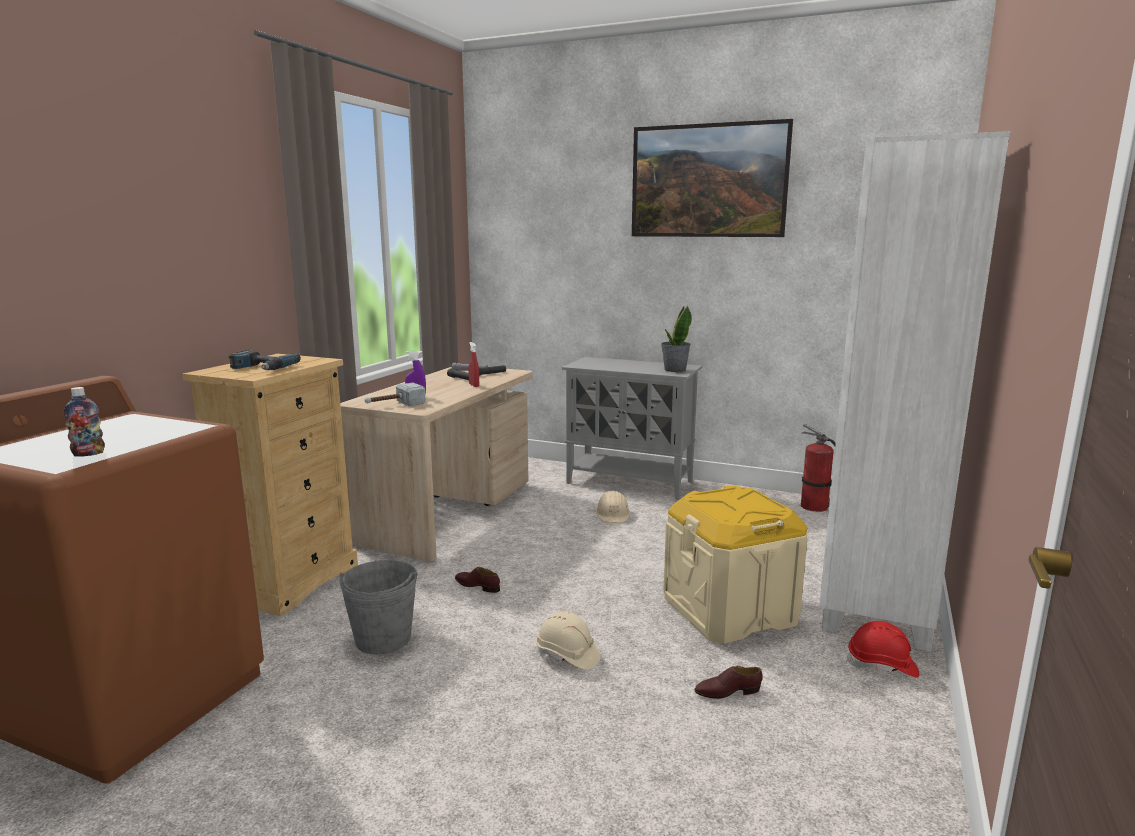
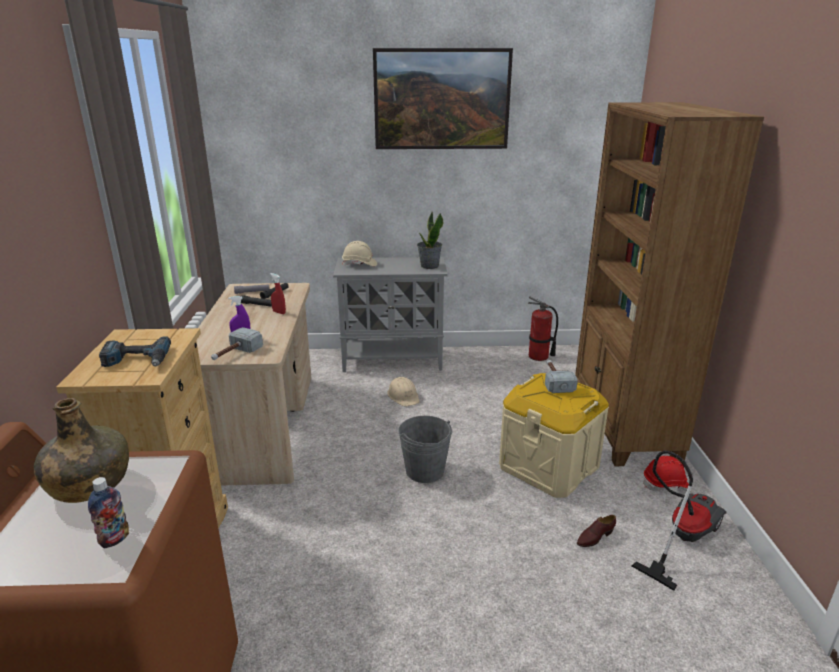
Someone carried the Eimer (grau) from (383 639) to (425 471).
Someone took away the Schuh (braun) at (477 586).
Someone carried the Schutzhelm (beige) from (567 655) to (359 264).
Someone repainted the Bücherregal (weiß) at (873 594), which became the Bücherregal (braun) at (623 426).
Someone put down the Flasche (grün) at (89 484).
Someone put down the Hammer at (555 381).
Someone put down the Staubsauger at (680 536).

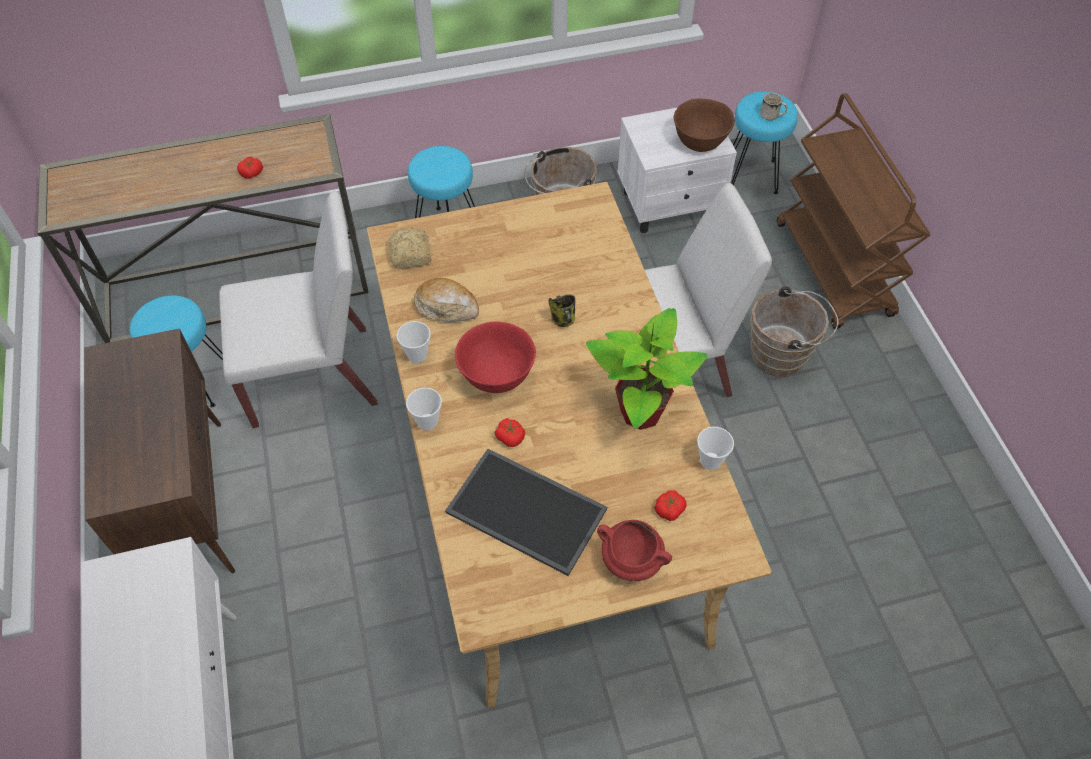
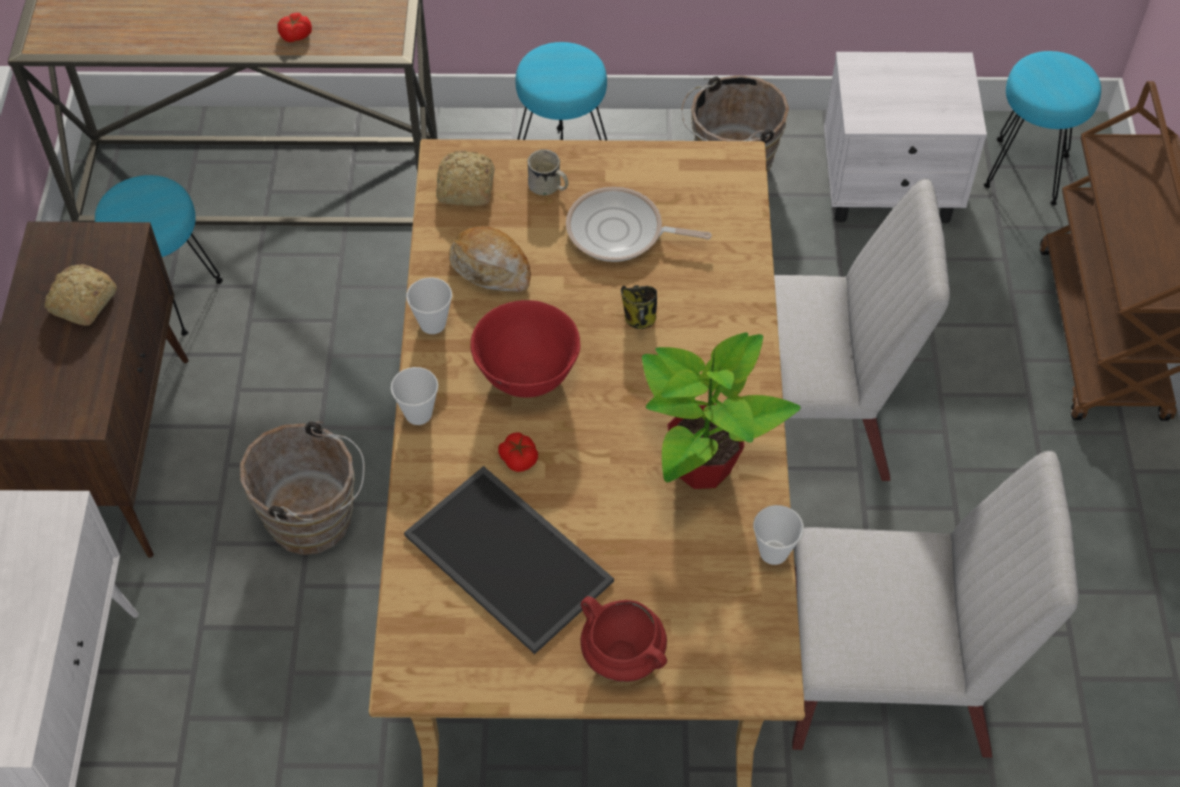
Someone carried the Stuhl (weiß) from (313 376) to (890 680).
Someone took away the Tomate at (669 509).
Someone took away the Schüssel (braun) at (700 142).
Someone carried the Eimer (braun) from (783 355) to (316 521).
Someone carried the Henkelbecher (weiß) from (772 116) to (548 188).
Someone put down the Brot at (81 304).
Someone put down the Pfanne at (620 232).

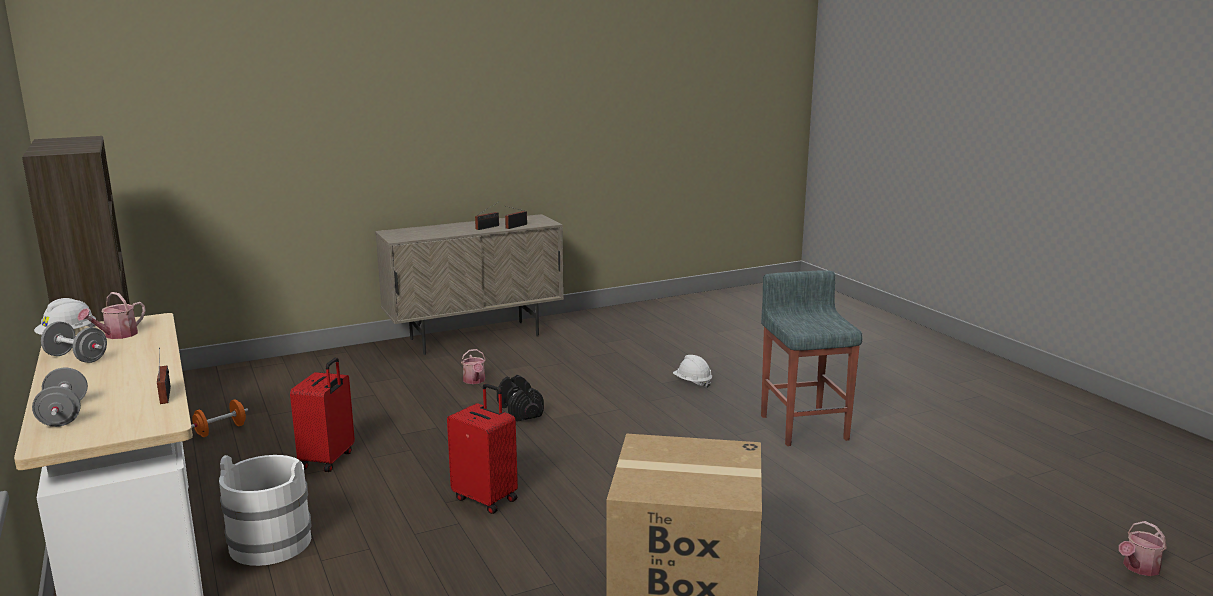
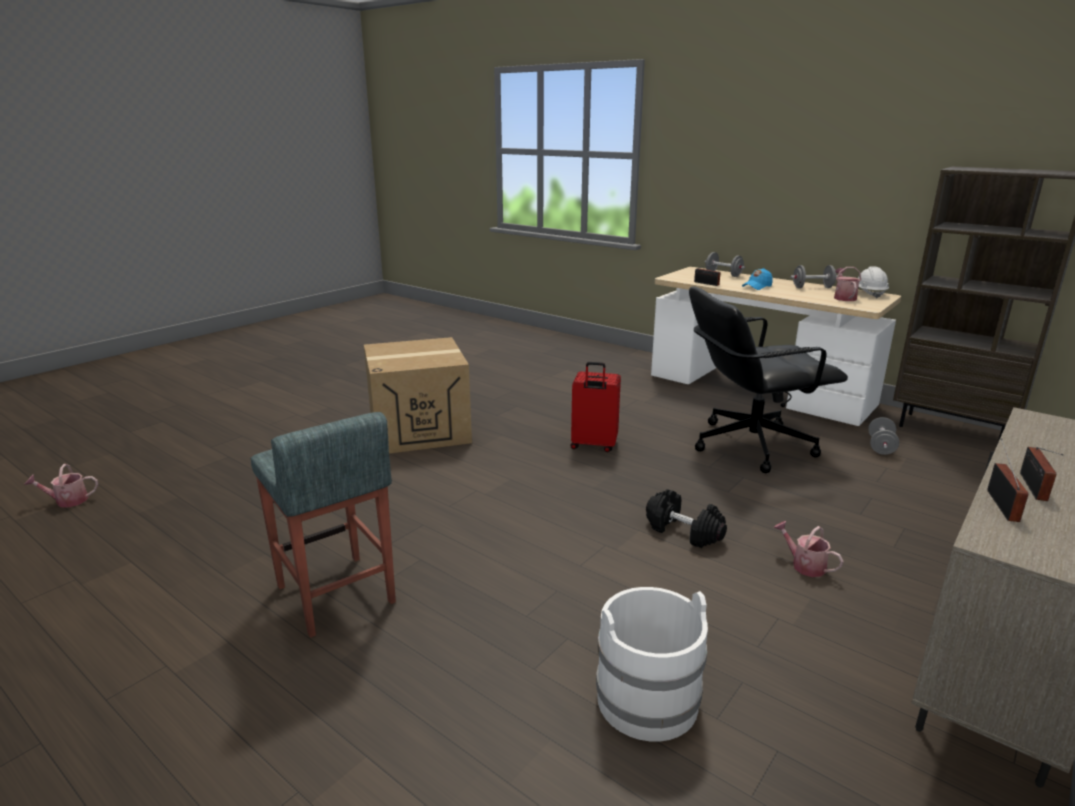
Someone repainted the Hantel (orange) at (220 430), which became the Hantel (grau) at (881 447).
Someone carried the Eimer (weiß) from (271 543) to (646 700).
Someone swapped the Koffer (rot) at (328 460) for the Bürostuhl (schwarz) at (750 445).
Someone took away the Schutzhelm (weiß) at (692 382).
Someone rotated the Gießkanne at (1138 568) by 135 degrees counterclockwise.
Someone put down the Kappe (blau) at (757 287).

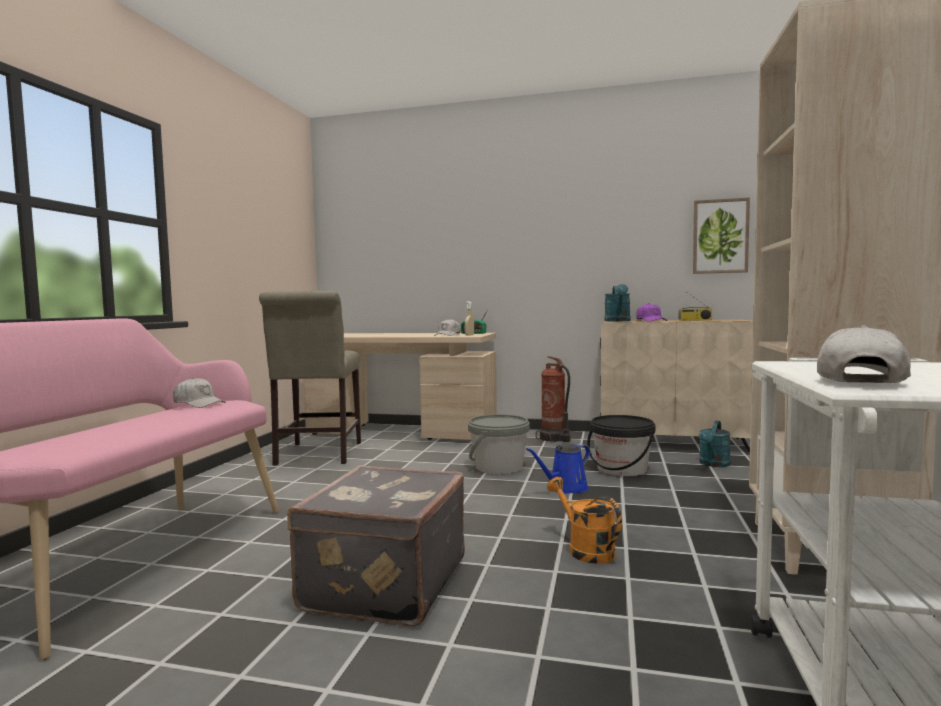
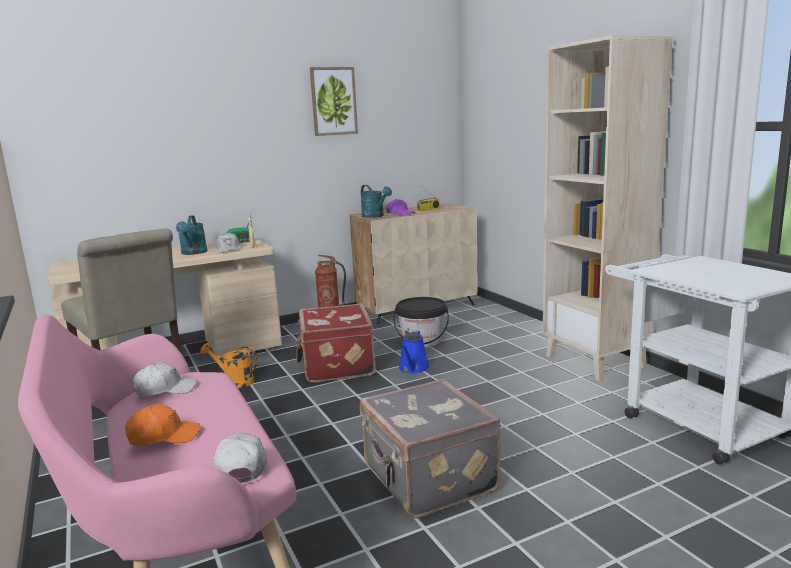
Someone swapped the Eimer (grau) at (499 467) for the Koffer (rot) at (336 366).
Someone carried the Gießkanne (orange) from (585 549) to (234 381).
Someone carried the Bild from (720 236) to (333 101).
Someone carried the Gießkanne (türkis) from (713 464) to (193 253).
Someone carried the Kappe (weiß) from (859 381) to (242 467).
Someone put down the Kappe (orange) at (163 436).

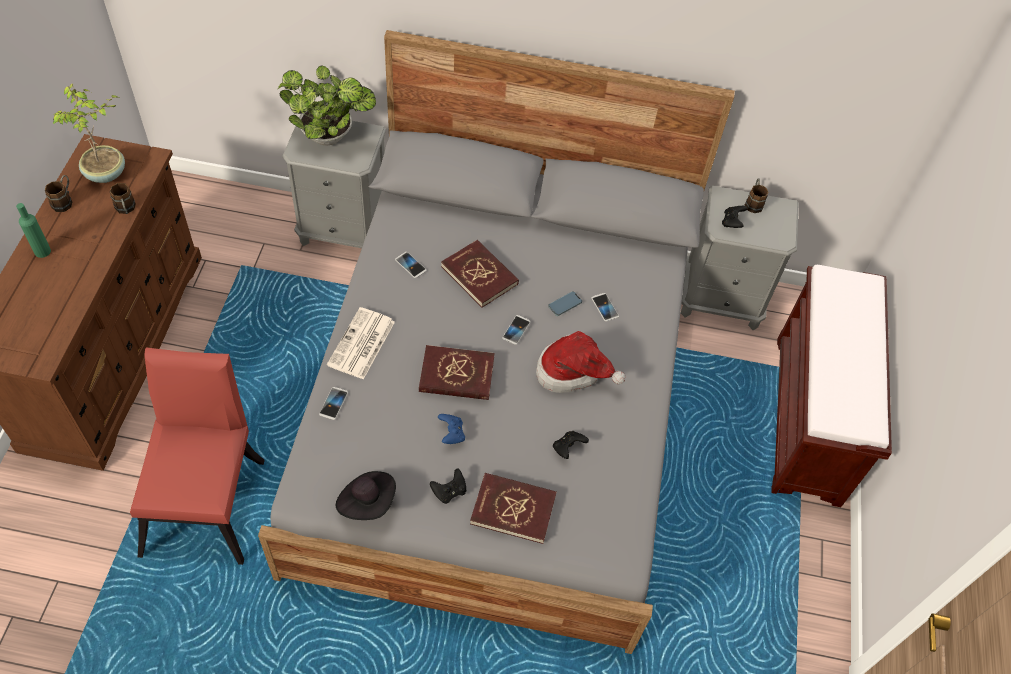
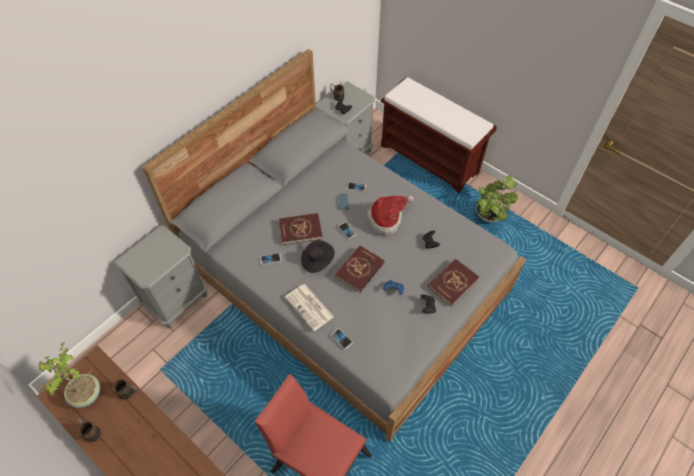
Someone took away the Flasche (grün) at (42 251).
Someone carried the Topfpflanze from (331 137) to (489 215).
Someone carried the Hut (schwarz) from (367 502) to (317 261).

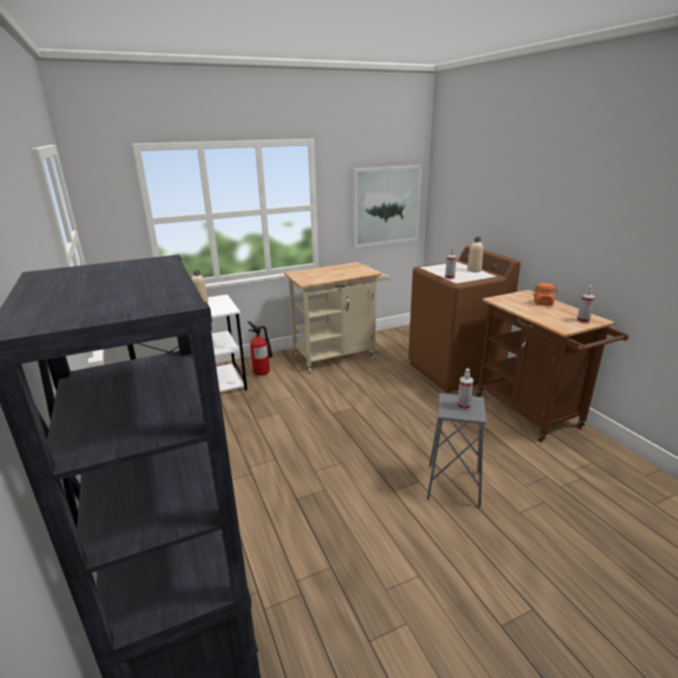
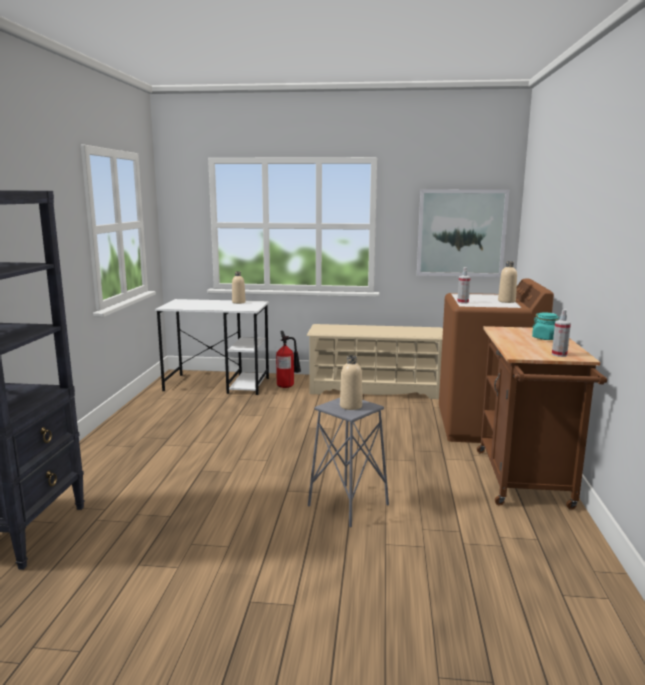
Someone swapped the Rollwagen (beige) at (339 355) for the Schuhregal (beige) at (375 389).
Someone swapped the Sprühflasche at (463 406) for the Flasche (beige) at (351 406).
Someone repainted the Vorratsglas (orange) at (543 303), which became the Vorratsglas (türkis) at (545 338).

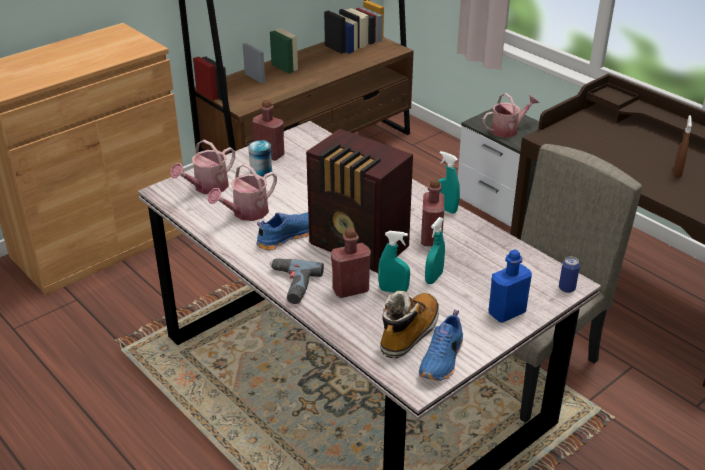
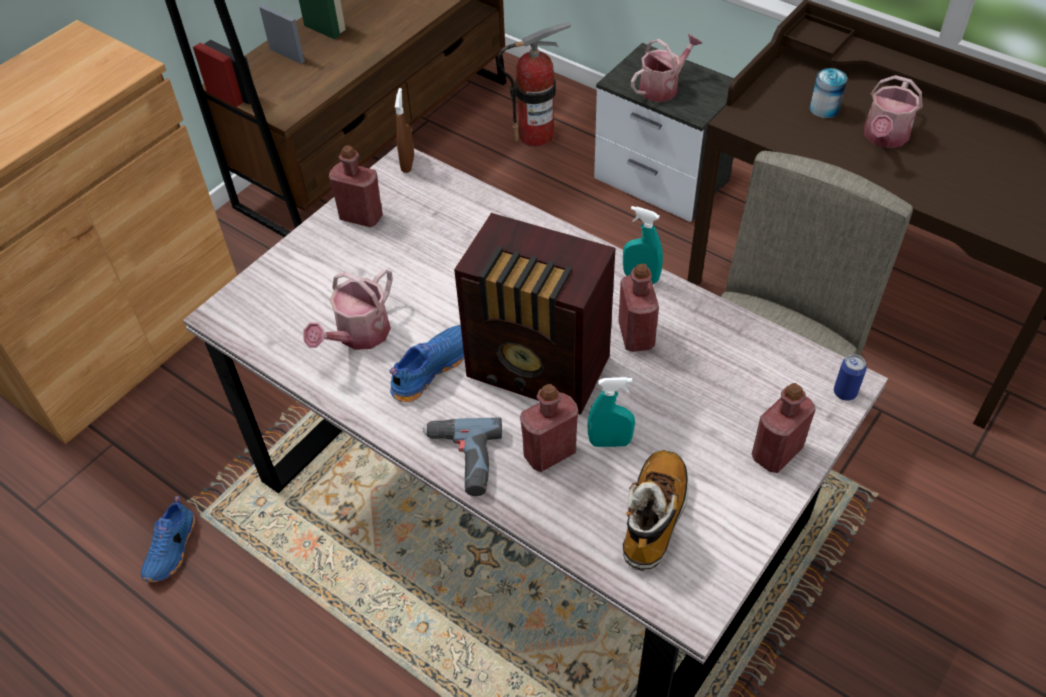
Someone carried the Gießkanne from (207 187) to (884 137).
Someone carried the Dose from (261 171) to (824 109).
Someone carried the Schuh (blau) from (442 360) to (172 549).
Someone took away the Sprühflasche (türkis) at (434 278).
Someone repainted the Flasche (blau) at (506 313), which became the Flasche (rot) at (776 453).
Someone carried the Sprühflasche (braun) from (677 172) to (407 163).
Someone put down the Feuerlöscher at (536 135).

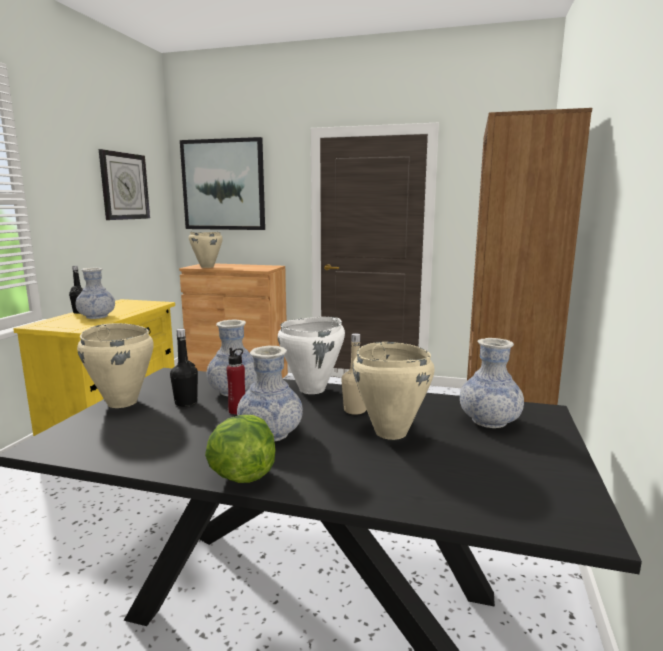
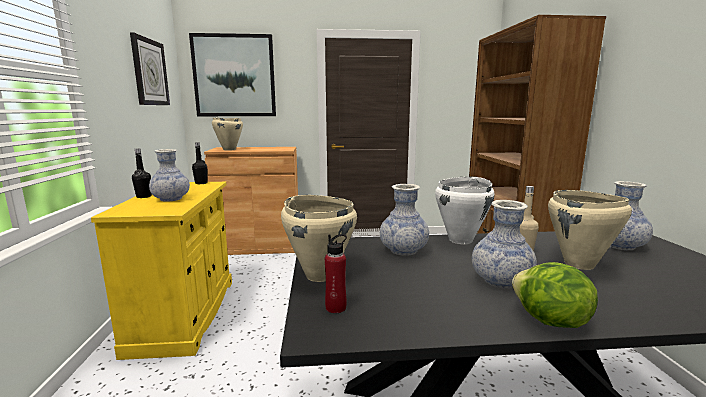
Someone carried the Flasche (schwarz) from (186 403) to (201 183).
Someone carried the Flasche (rot) from (237 411) to (336 307).

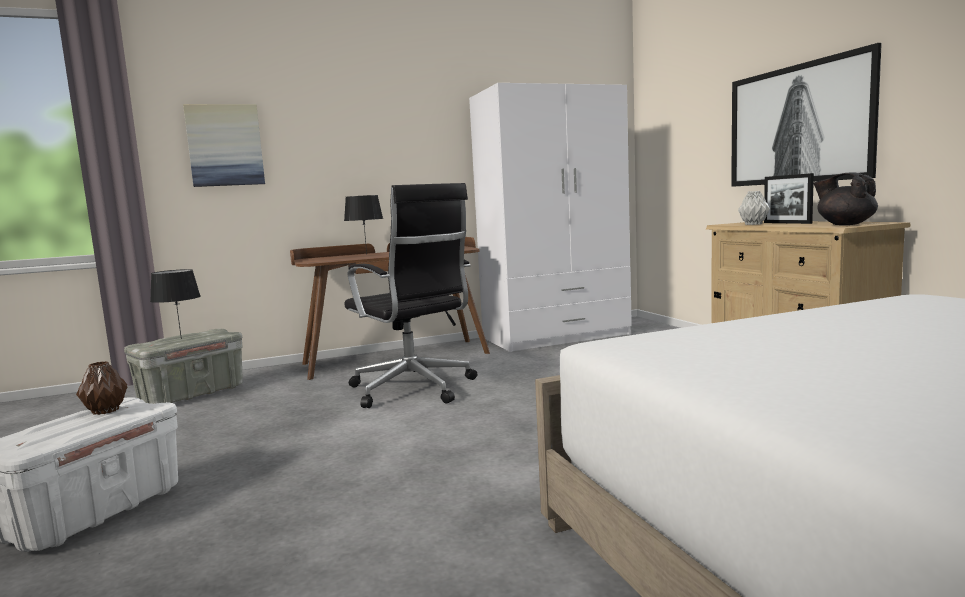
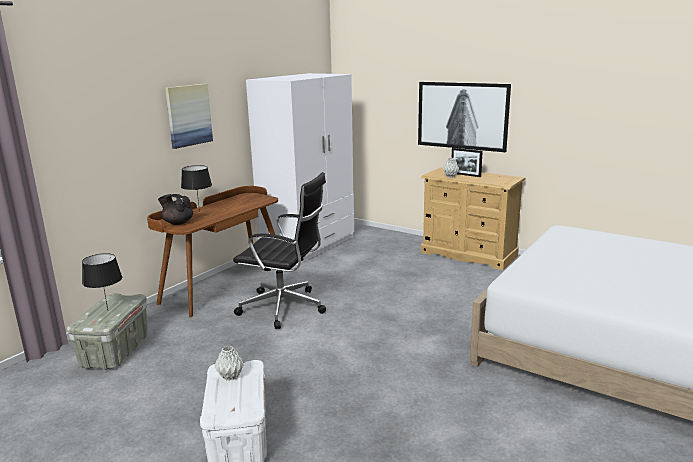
Someone repainted the Vase (braun) at (105 411), which became the Vase (grau) at (230 376).
Someone carried the Bild from (225 145) to (188 115).
Someone carried the Teekanne (schwarz) from (844 224) to (178 223).

